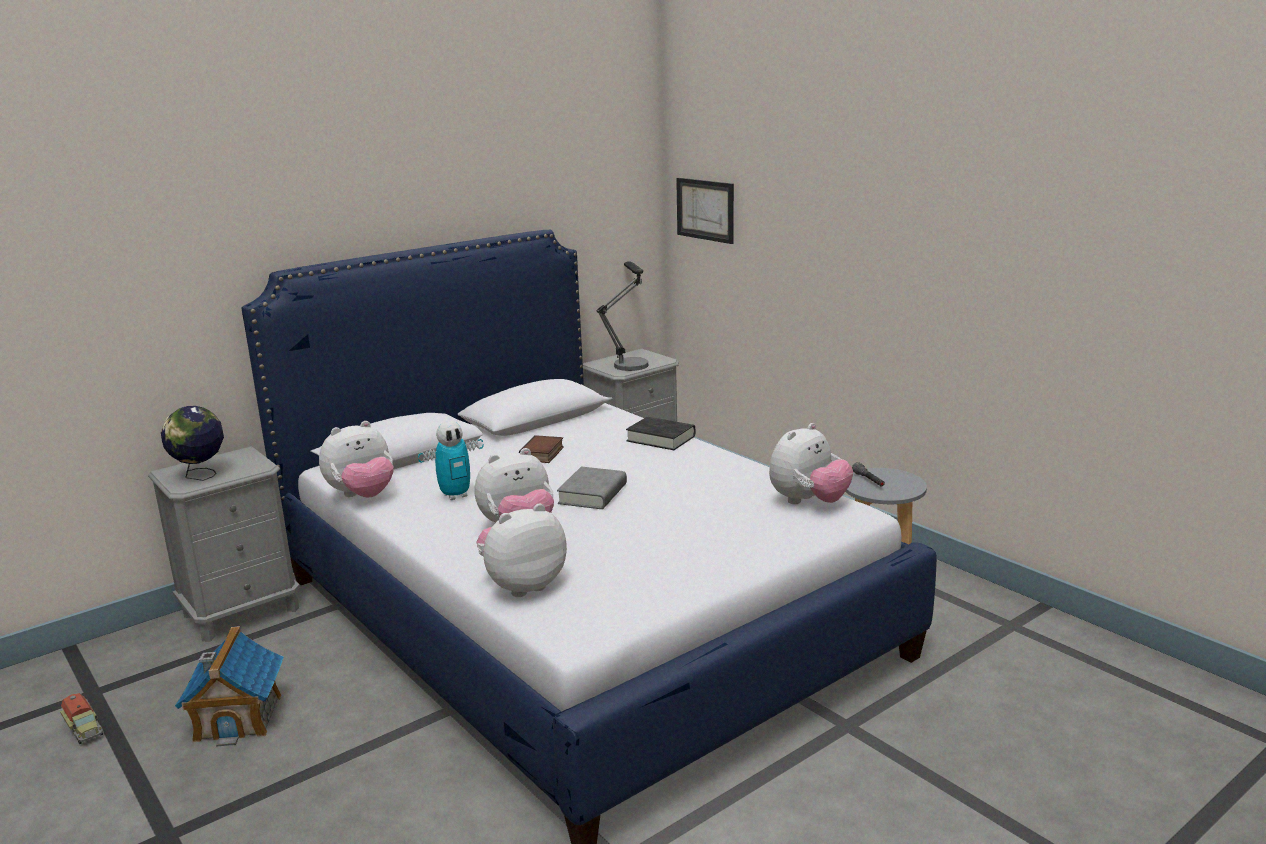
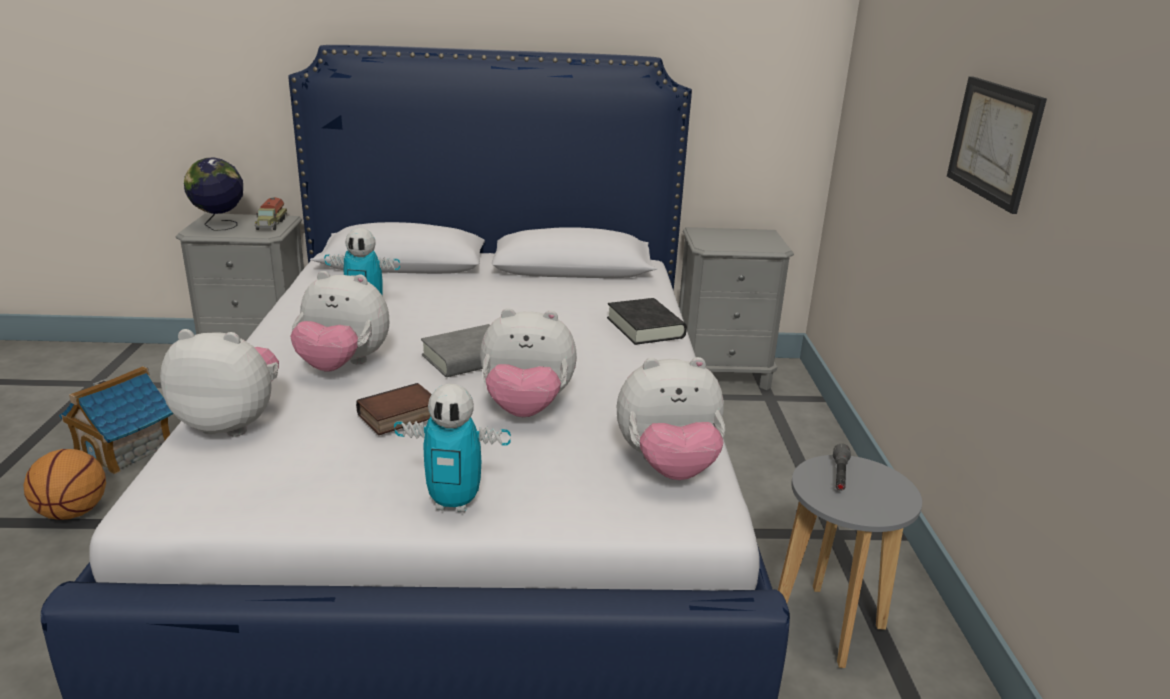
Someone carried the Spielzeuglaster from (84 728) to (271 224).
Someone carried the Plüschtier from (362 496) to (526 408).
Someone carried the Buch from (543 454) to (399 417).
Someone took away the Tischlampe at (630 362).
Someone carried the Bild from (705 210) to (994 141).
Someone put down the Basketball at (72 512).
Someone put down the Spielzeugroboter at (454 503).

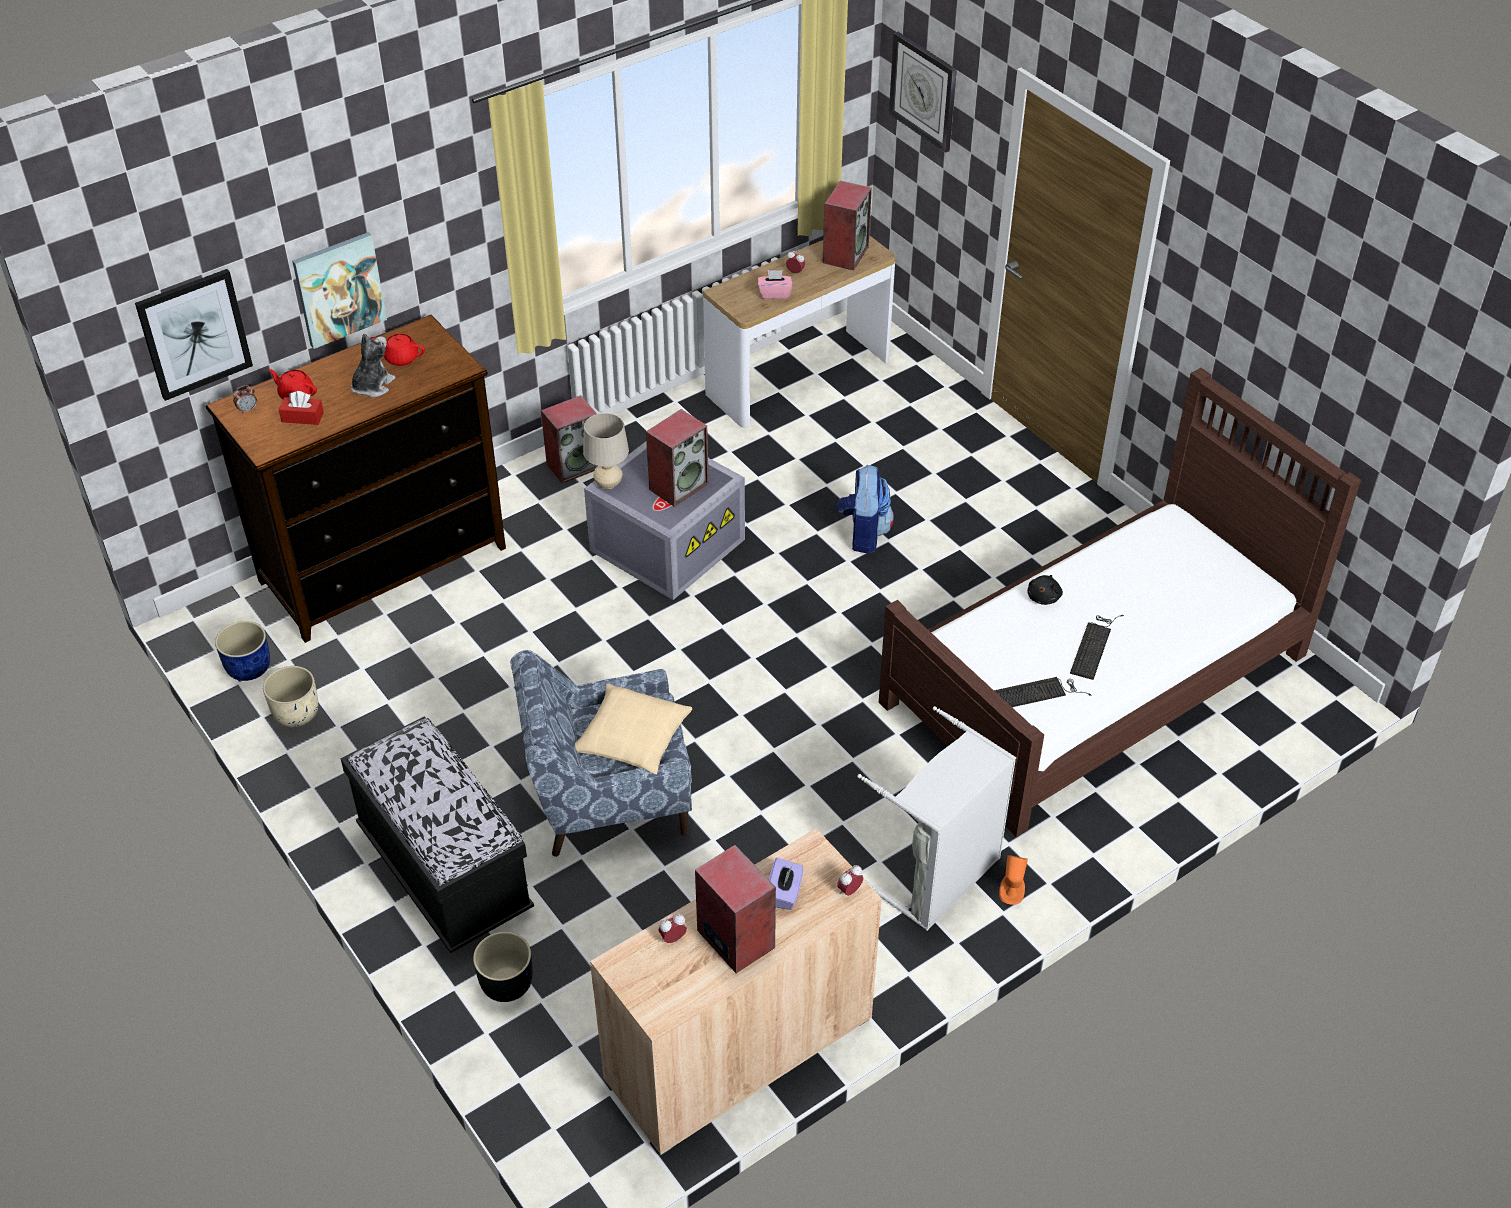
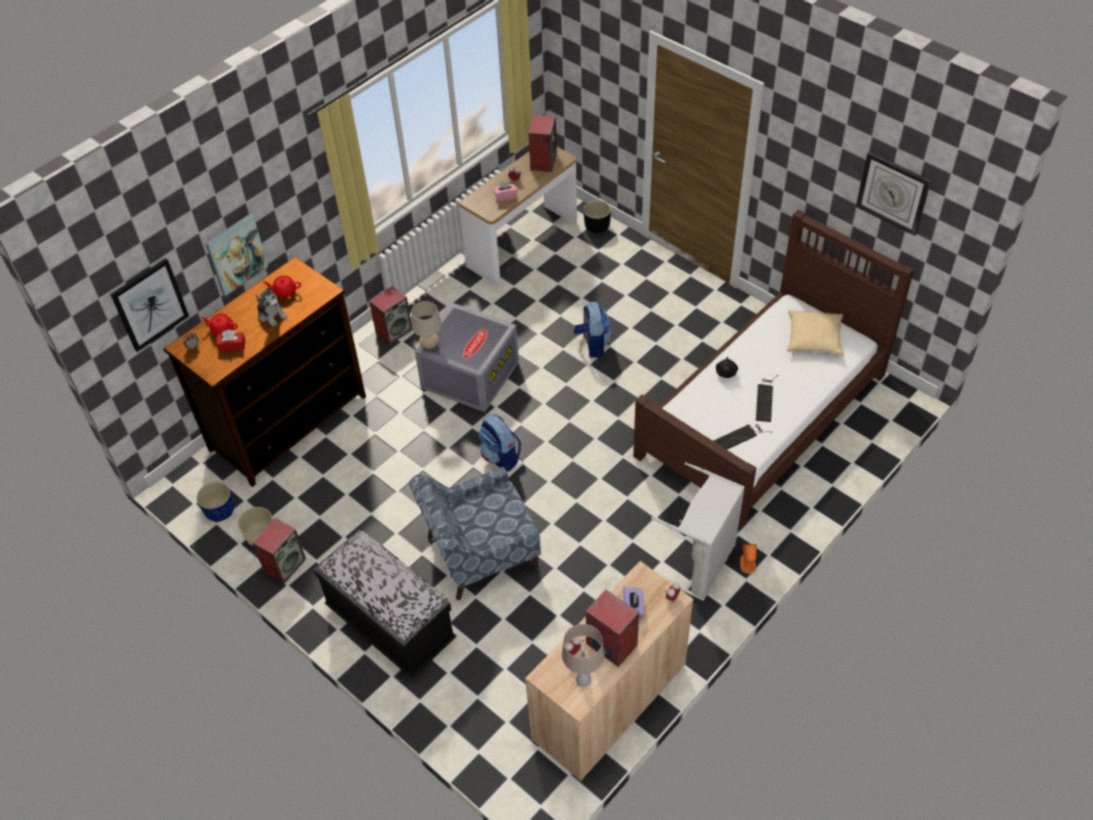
Someone rotated the Plüschtier at (372 386) by 120 degrees clockwise.
Someone carried the Pflanzkübel (schwarz) from (506 983) to (596 227).
Someone carried the Kissen (beige) from (632 738) to (814 338).
Someone carried the Lautsprecher from (678 486) to (285 565).
Someone carried the Wanduhr from (923 91) to (893 193).
Someone put down the Rucksack at (500 457).
Someone put down the Tischlampe (beige) at (583 680).

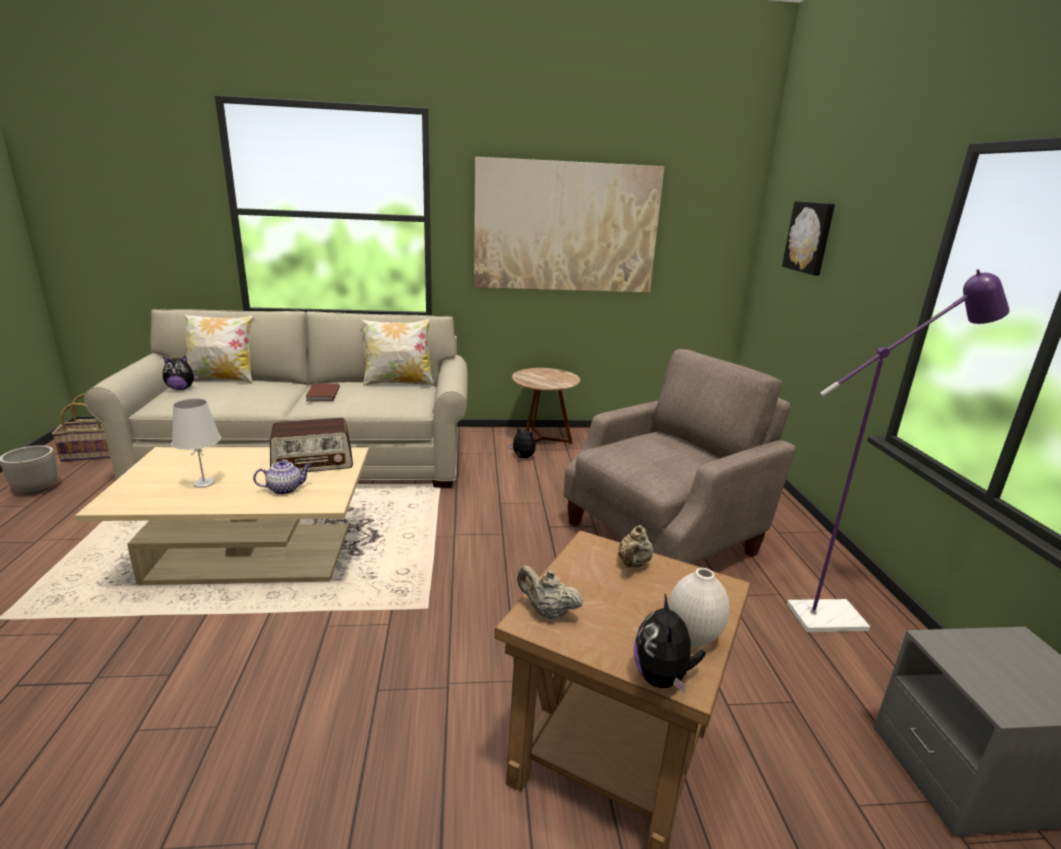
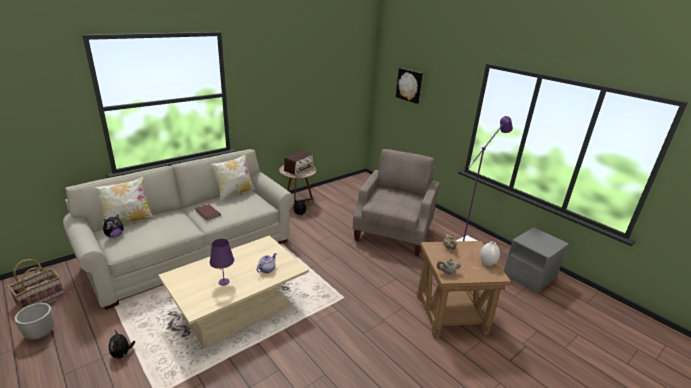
Someone repainted the Tischlampe (weiß) at (203 483), which became the Tischlampe (lila) at (223 282).
Someone carried the Radio from (313 463) to (299 169).
Someone took away the Bild at (566 227).
Someone carried the Plüschtier from (662 678) to (122 354).

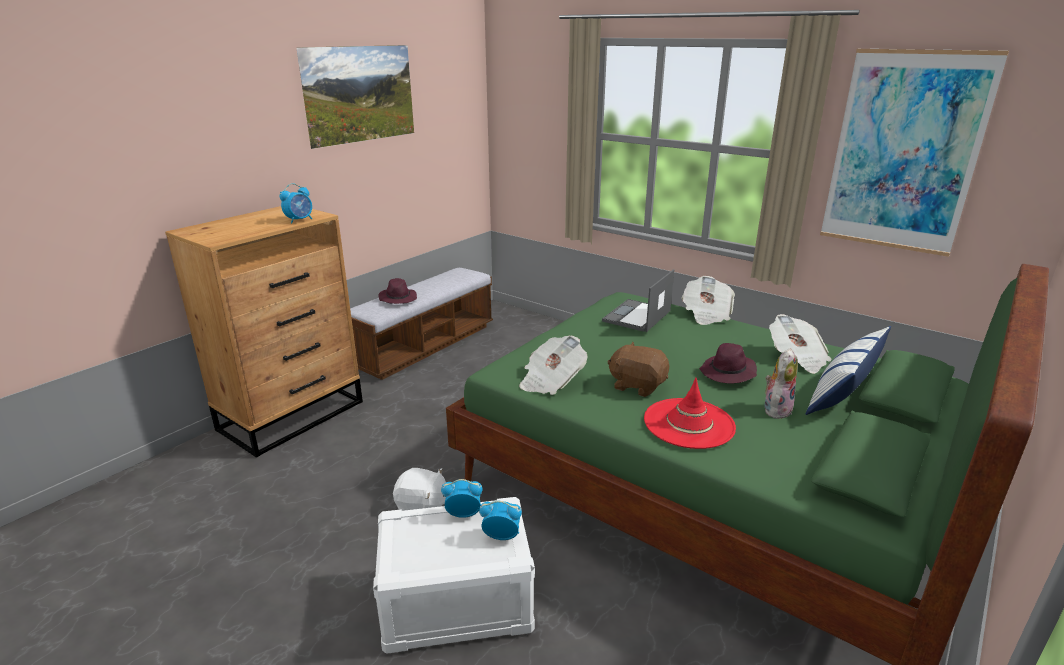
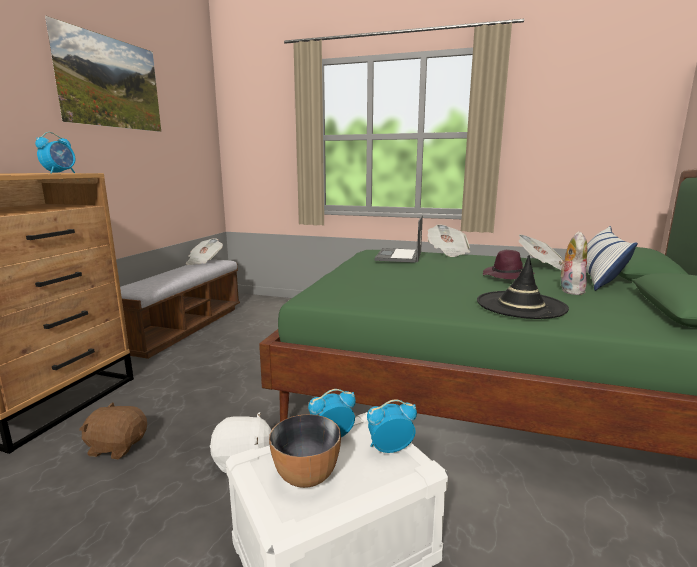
Someone took away the Hut (lila) at (397 299).
Someone carried the Zeitung from (551 381) to (204 261).
Someone carried the Plüschtier (braun) from (637 385) to (117 446).
Someone repainted the Hut (rot) at (689 423), which became the Hut (schwarz) at (521 305).
Someone took away the Bild at (904 153).
Someone put down the Schüssel at (306 476).

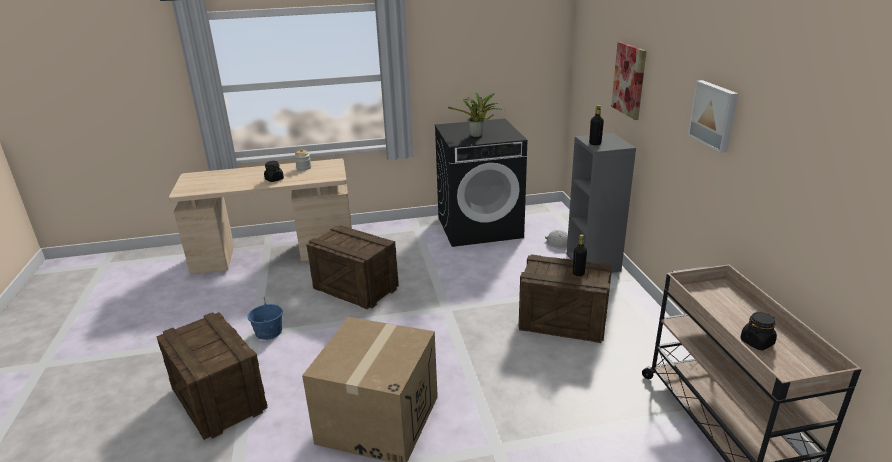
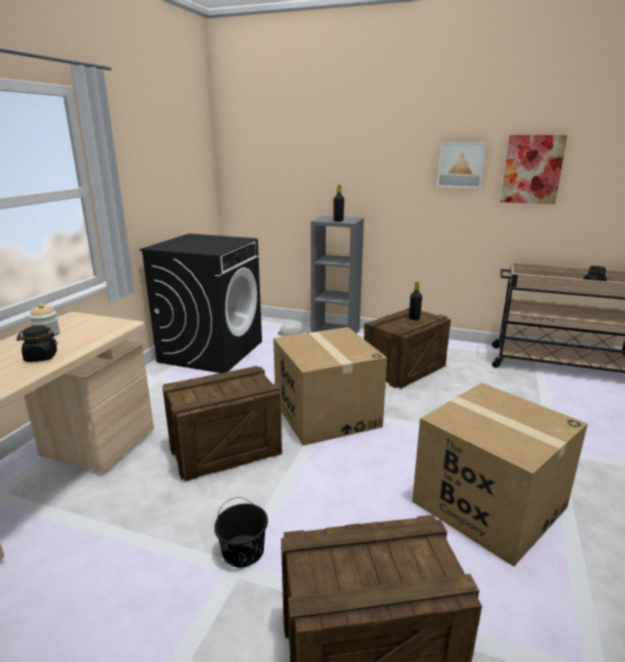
Someone repainted the Eimer (blau) at (269 332), which became the Eimer (schwarz) at (242 551).
Someone took away the Topfpflanze at (477 136).
Someone carried the Bild from (629 80) to (532 169).
Someone put down the Karton at (326 414).

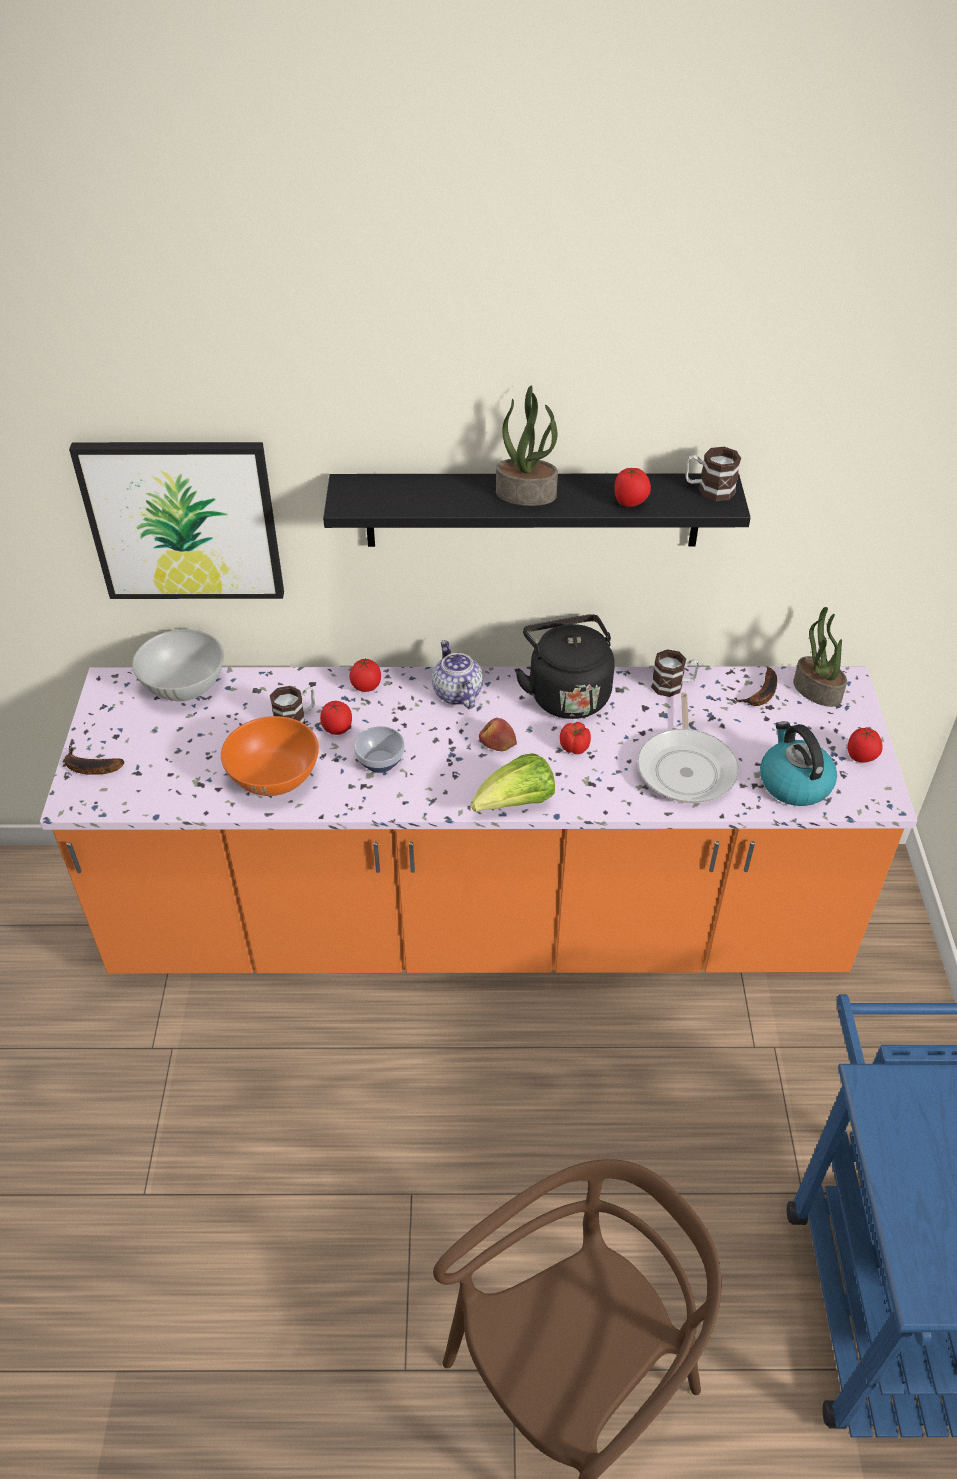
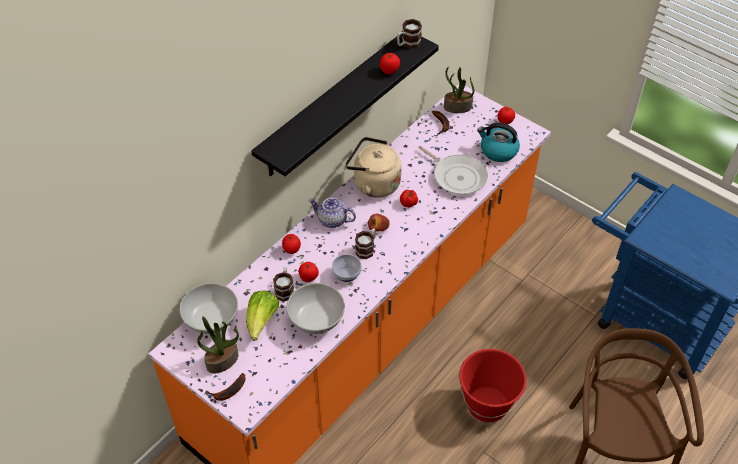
Someone took away the Bild at (183 520).
Someone repainted the Schüssel (orange) at (275 779), which became the Schüssel (weiß) at (316 320).
Someone carried the Salatkopf from (516 804) to (262 321).
Someone carried the Topfpflanze from (527 494) to (222 360).
Someone repainted the Wasserkessel (schwarz) at (566 693), which became the Wasserkessel (beige) at (373 183).
Someone carried the Henkelbecher from (673 685) to (367 249).
Someone put down the Eimer (rot) at (487 404).

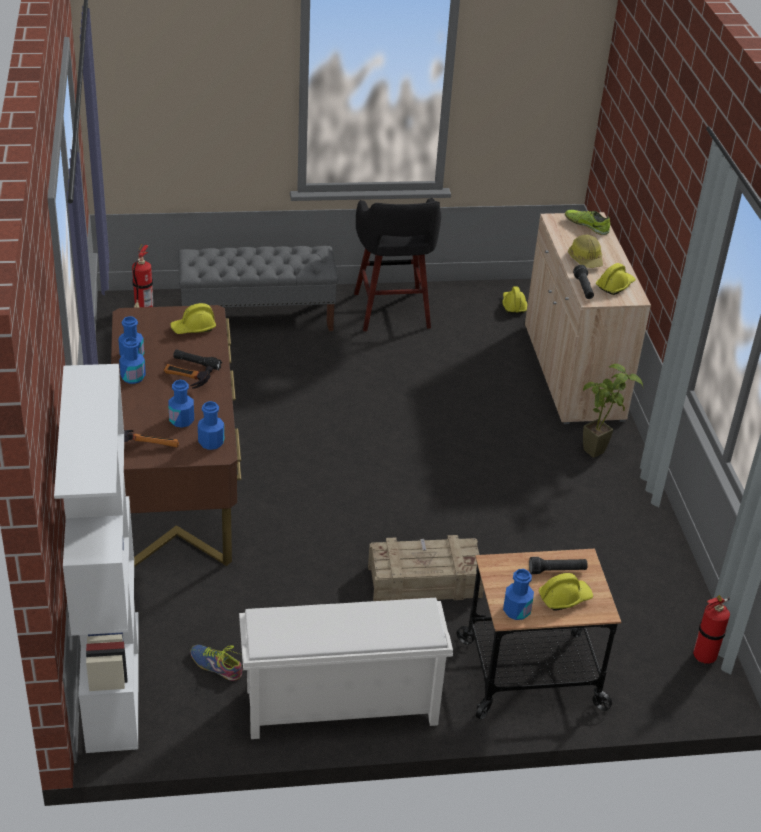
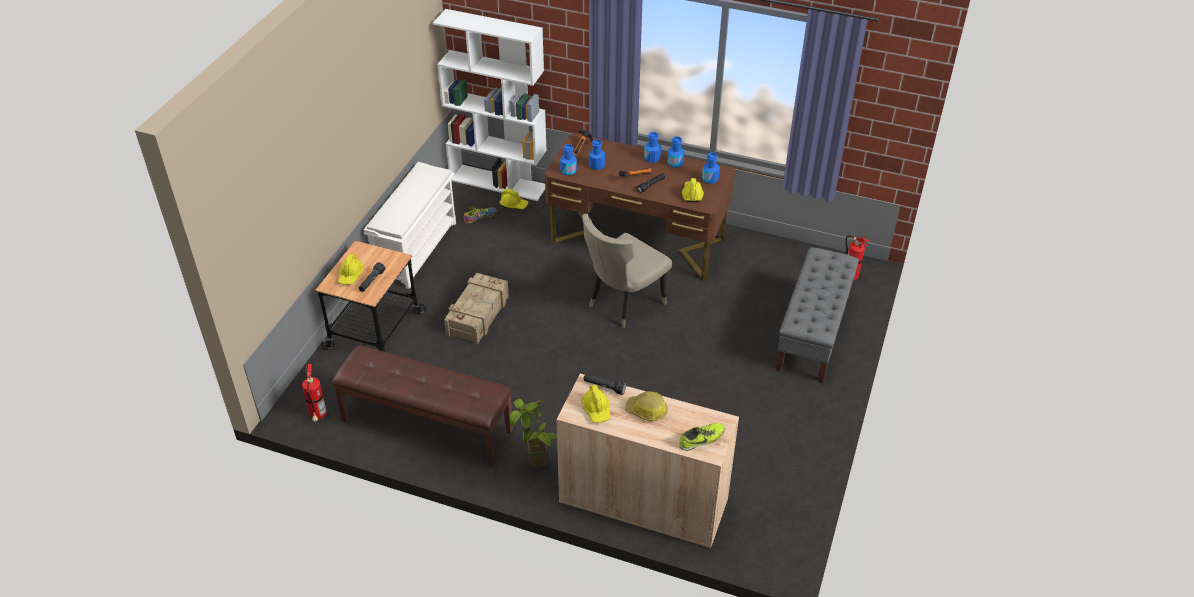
Someone took away the Hocker (schwarz) at (392 312).
Someone carried the Schutzhelm (gelb) from (513 305) to (514 204).
Someone carried the Flasche (blau) from (516 611) to (710 179).
Someone put down the Bank (braun) at (426 426).
Someone put down the Stuhl (beige) at (622 304).

